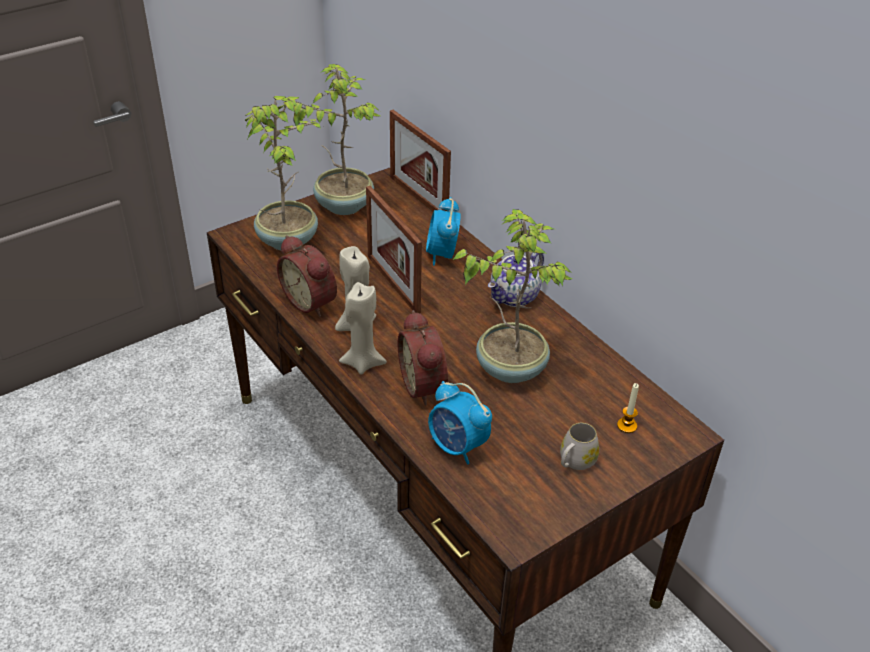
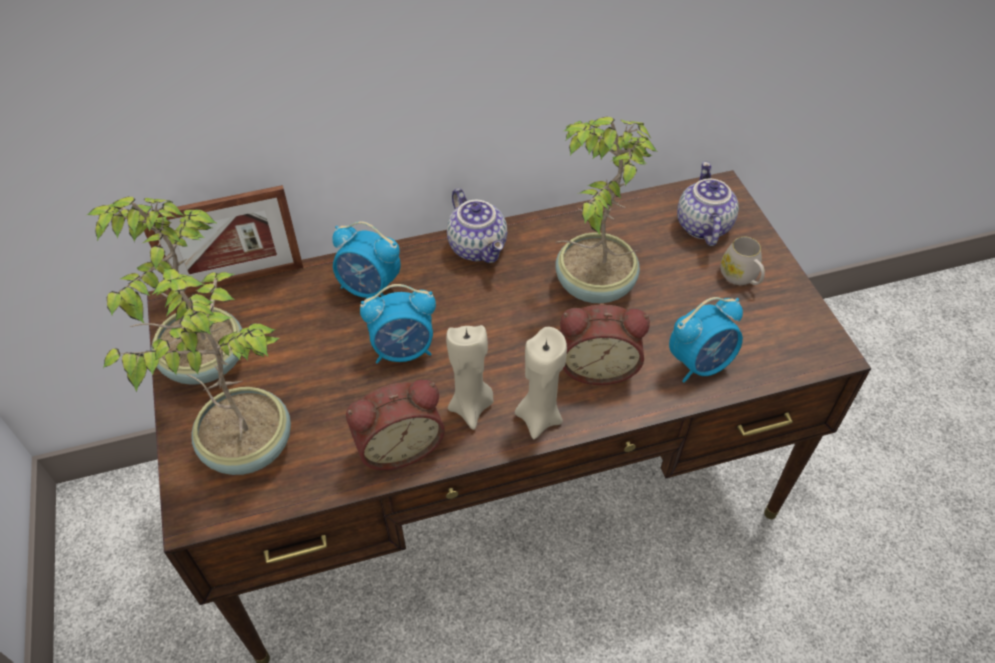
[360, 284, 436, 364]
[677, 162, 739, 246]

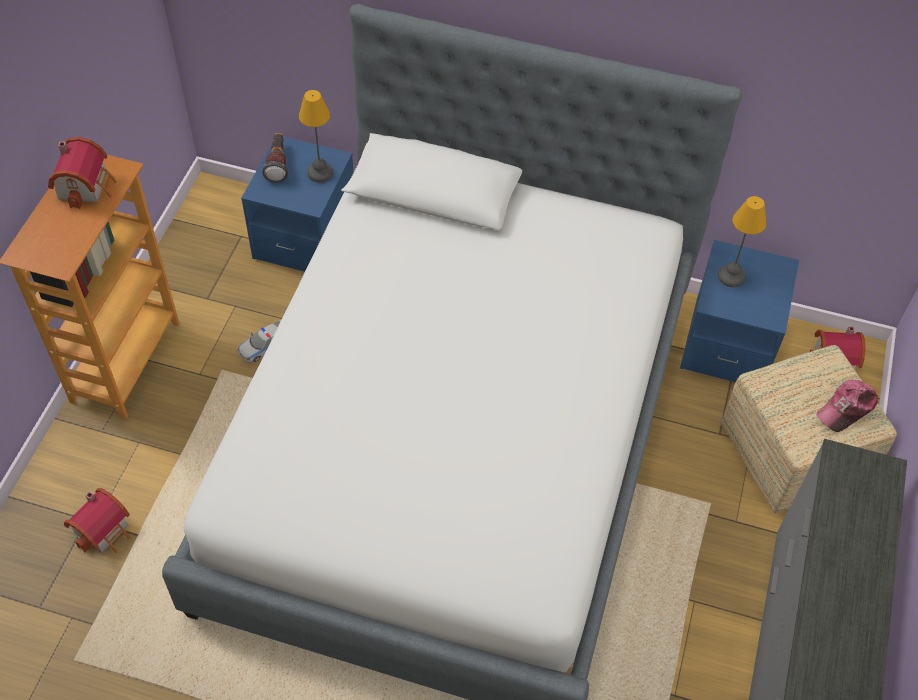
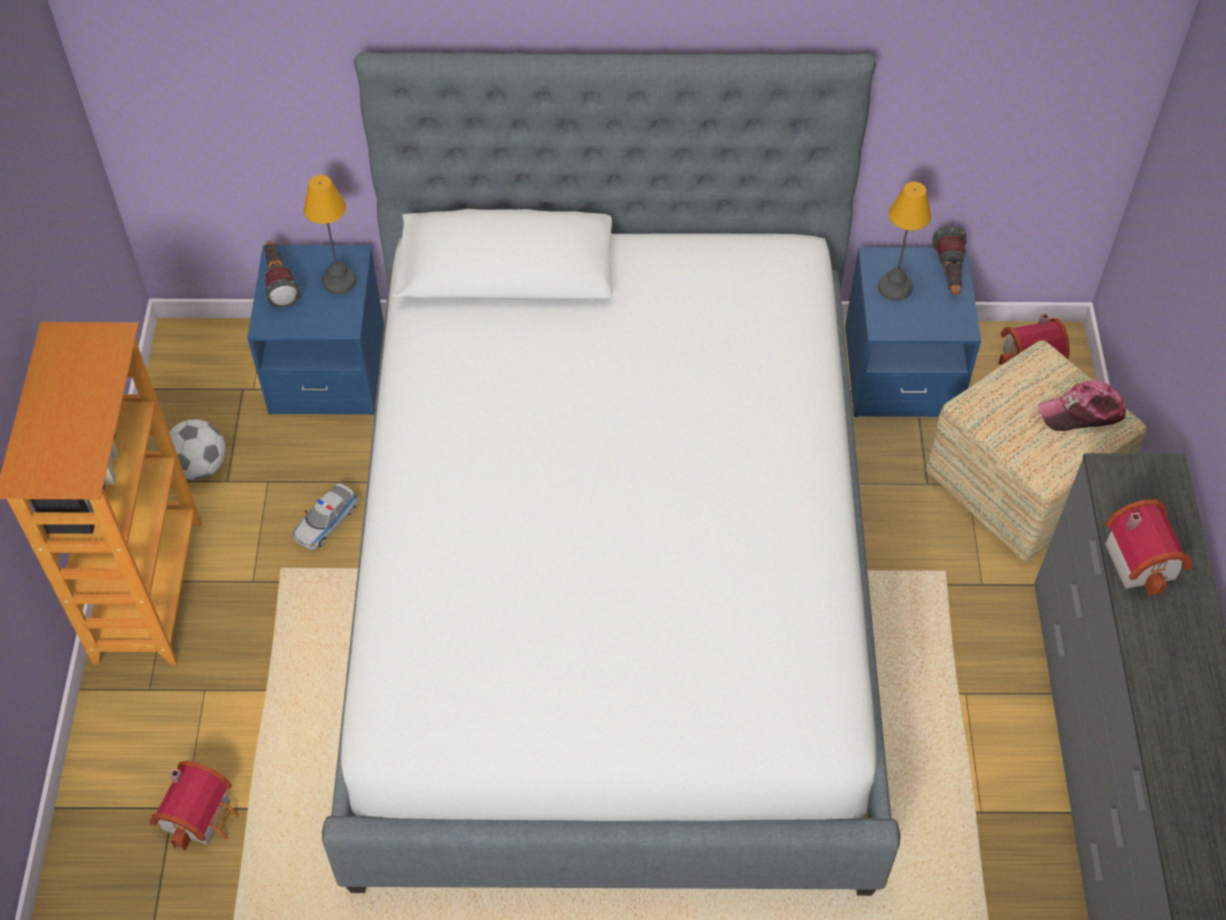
[169, 419, 226, 480]
[932, 226, 967, 295]
[1038, 380, 1126, 431]
[1105, 499, 1192, 597]

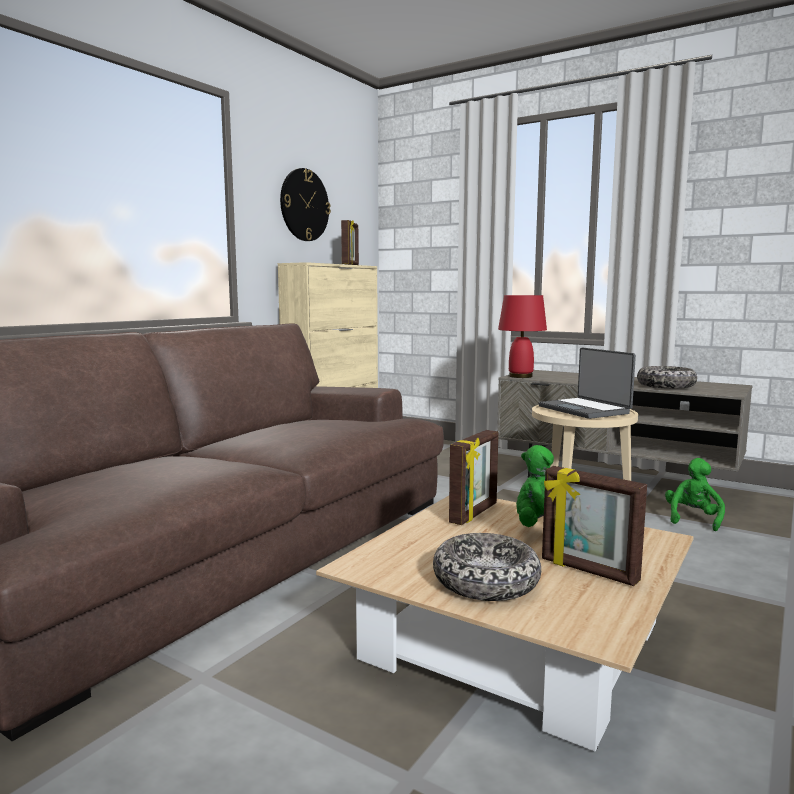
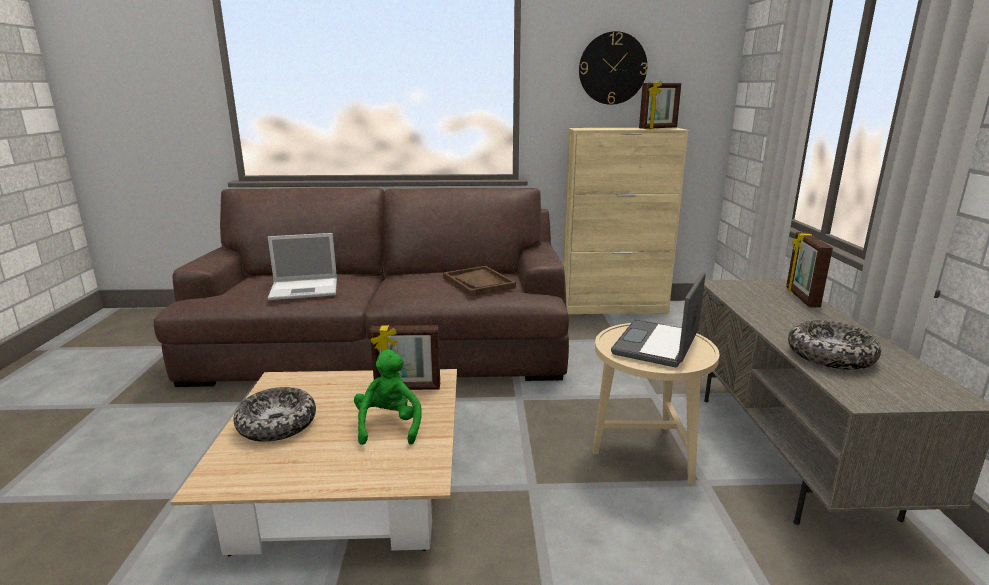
[268, 233, 337, 300]
[443, 266, 516, 297]
[786, 232, 833, 308]
[498, 295, 547, 378] (first image)
[665, 458, 725, 531] (first image)

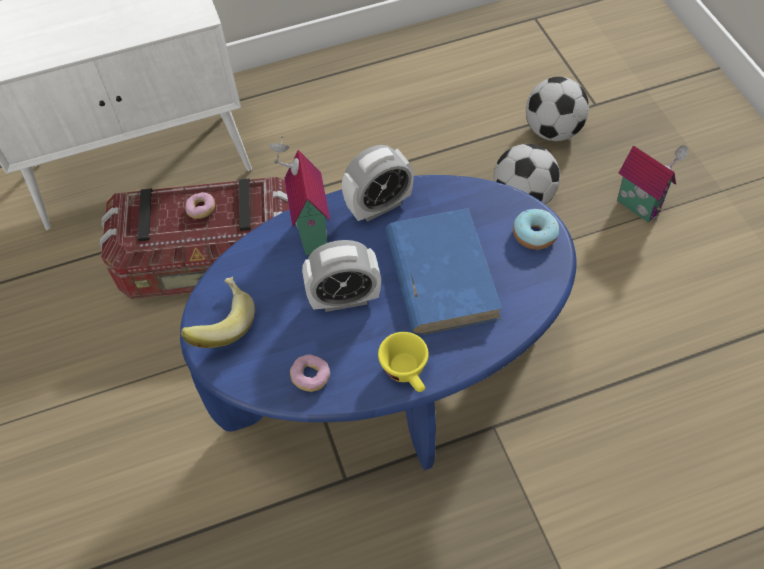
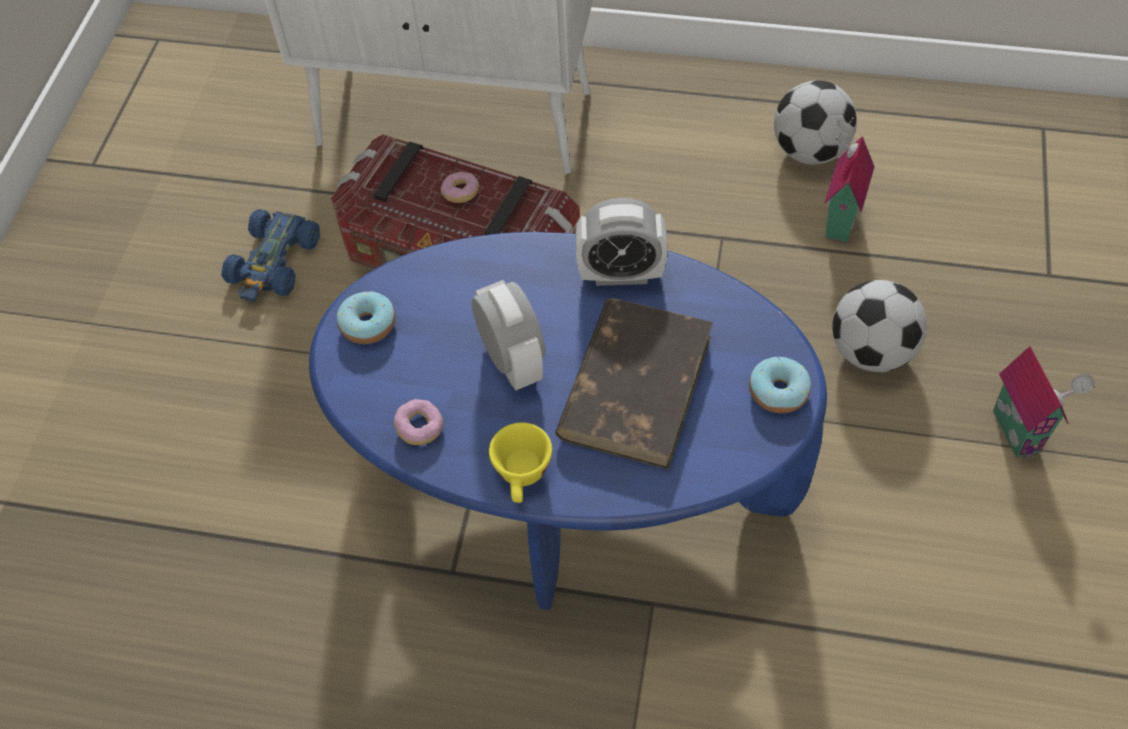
[221, 209, 320, 301]
[337, 291, 396, 344]
[472, 280, 545, 391]
[555, 298, 713, 470]
[774, 80, 857, 165]
[825, 117, 875, 243]

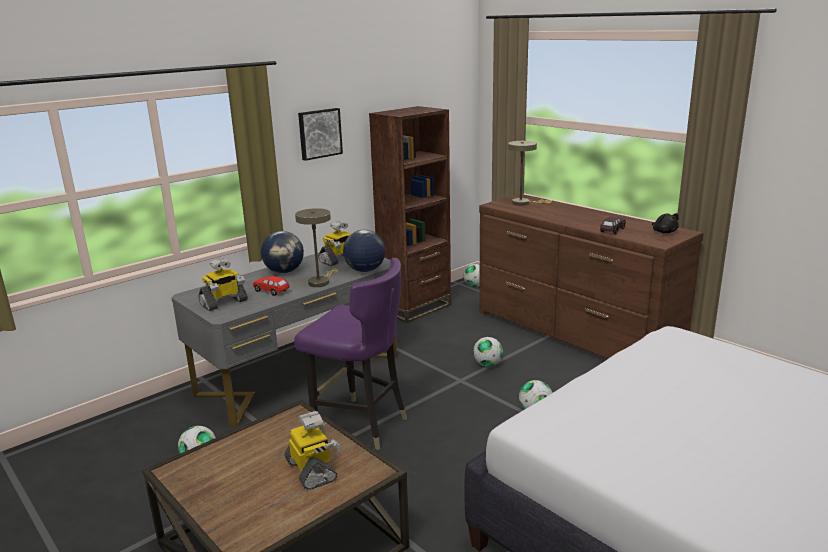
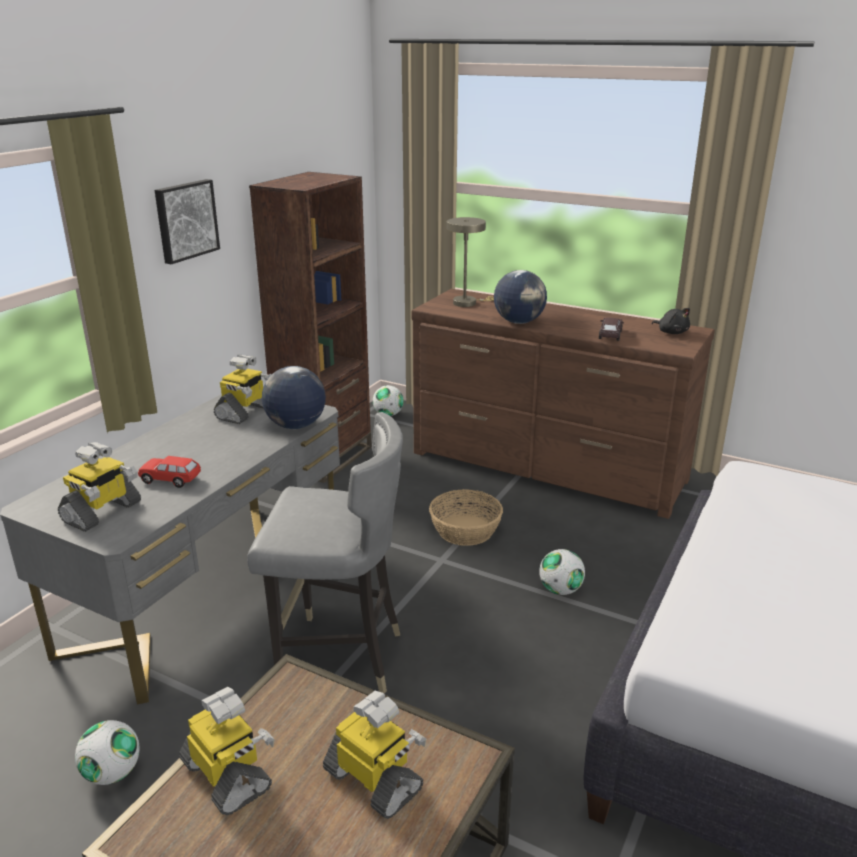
[179, 687, 274, 815]
[247, 412, 403, 694]
[429, 489, 503, 546]
[494, 270, 547, 324]
[295, 208, 338, 287] (first image)

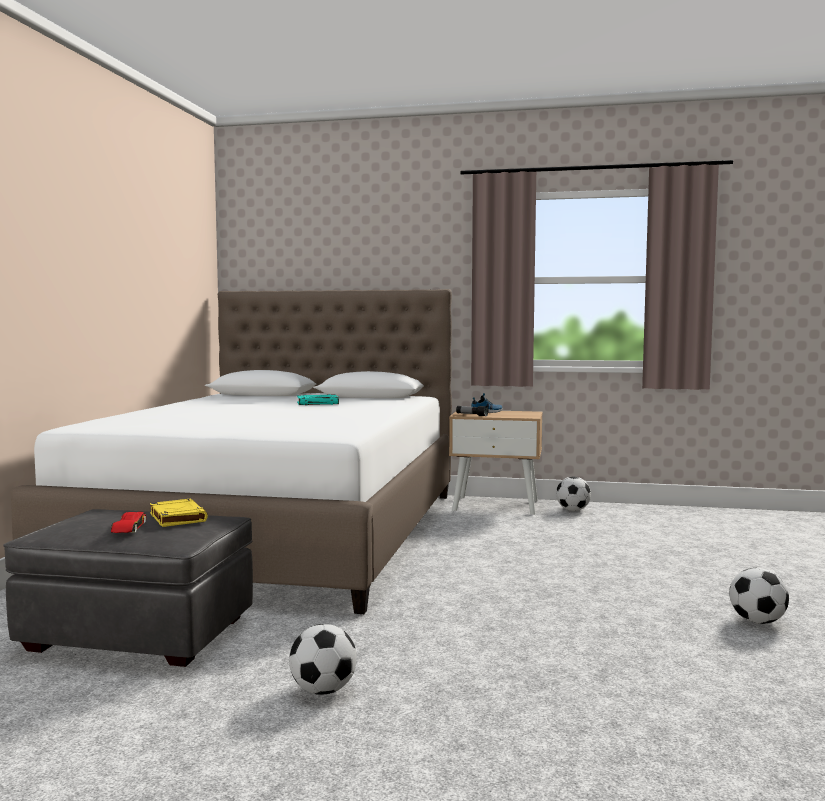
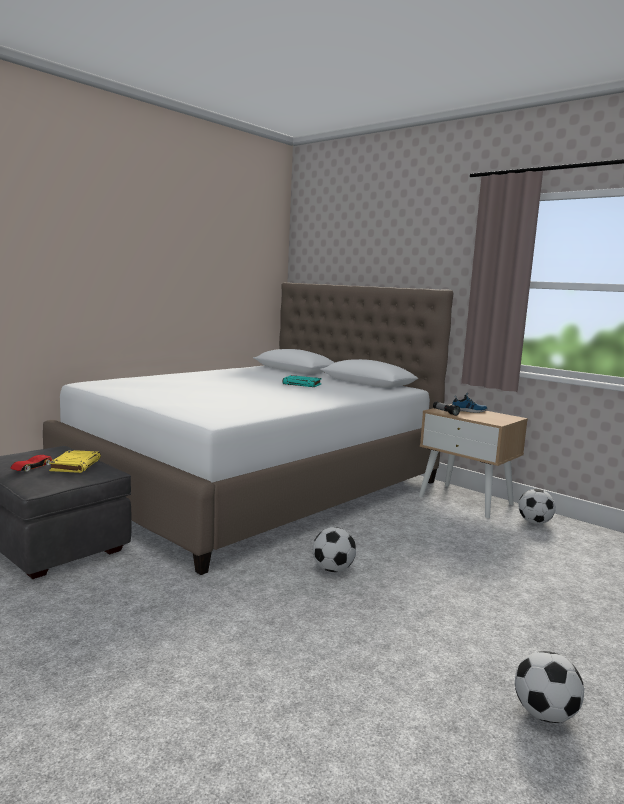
[313, 527, 356, 572]

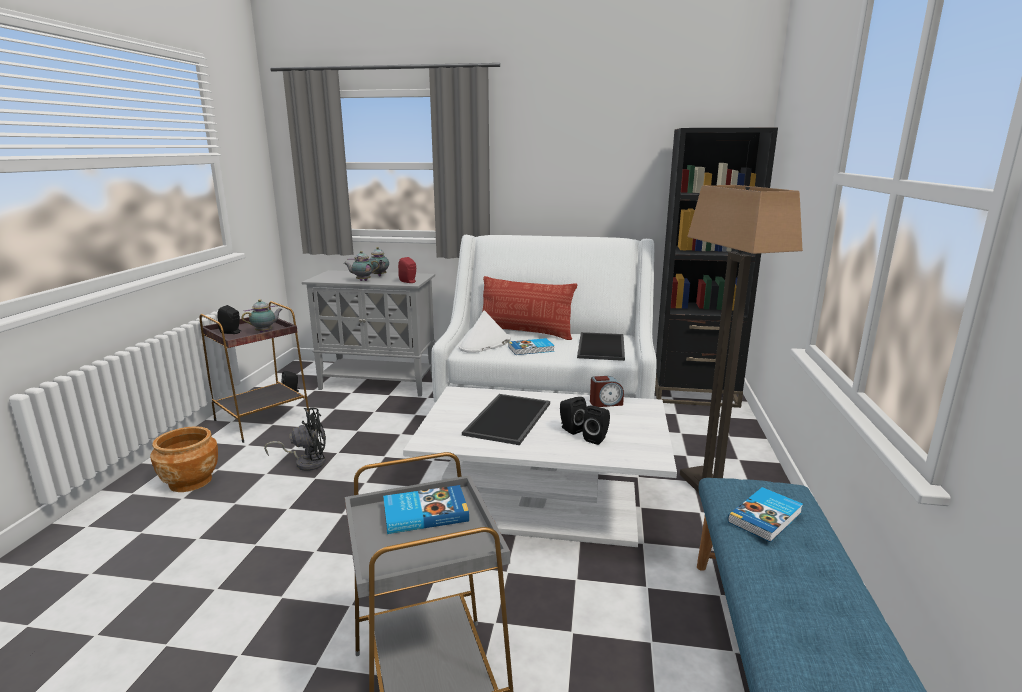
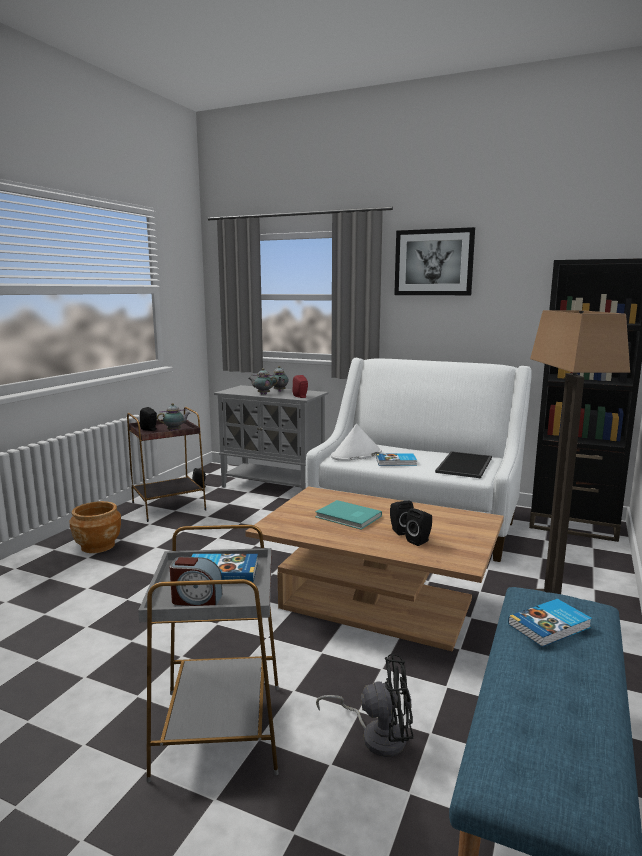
[170, 557, 222, 606]
[245, 487, 504, 651]
[315, 500, 382, 530]
[316, 654, 413, 757]
[394, 227, 475, 295]
[483, 276, 577, 340] (first image)

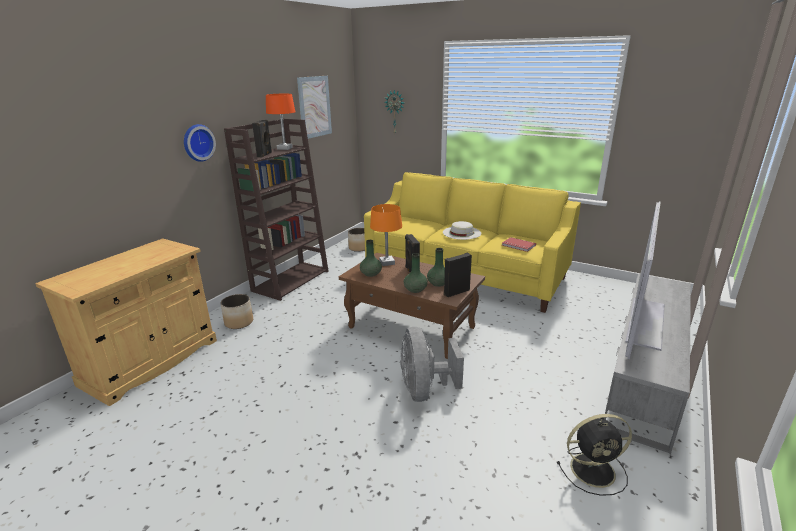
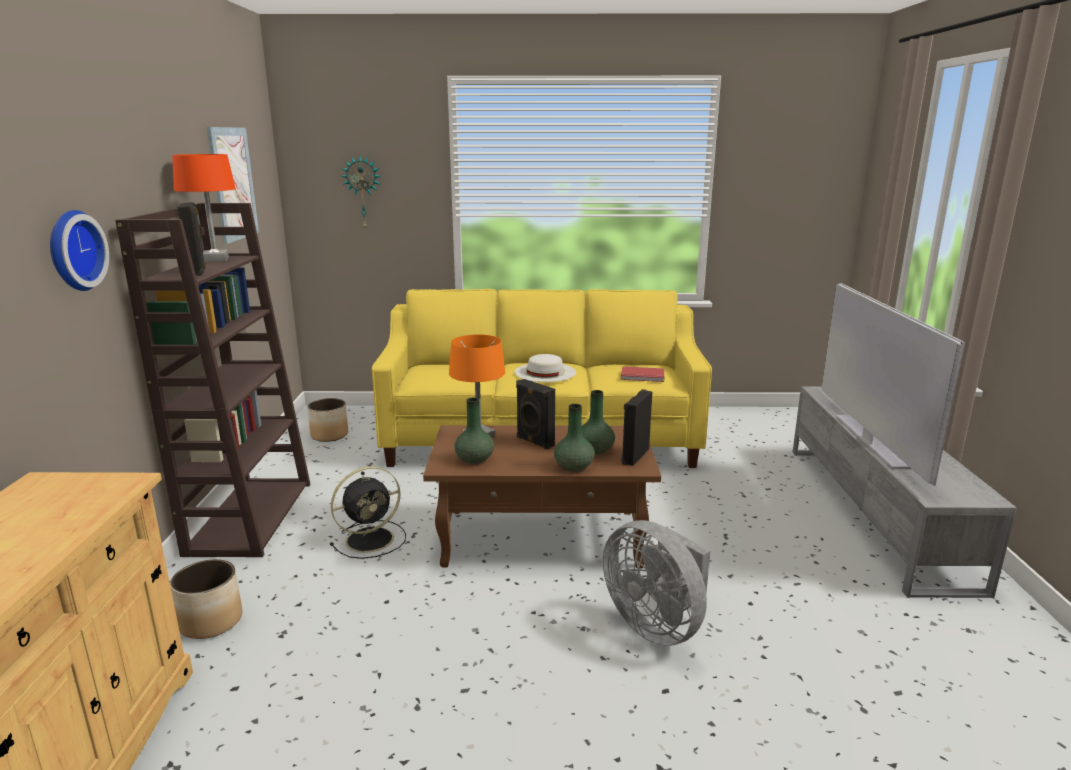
[330, 466, 406, 559]

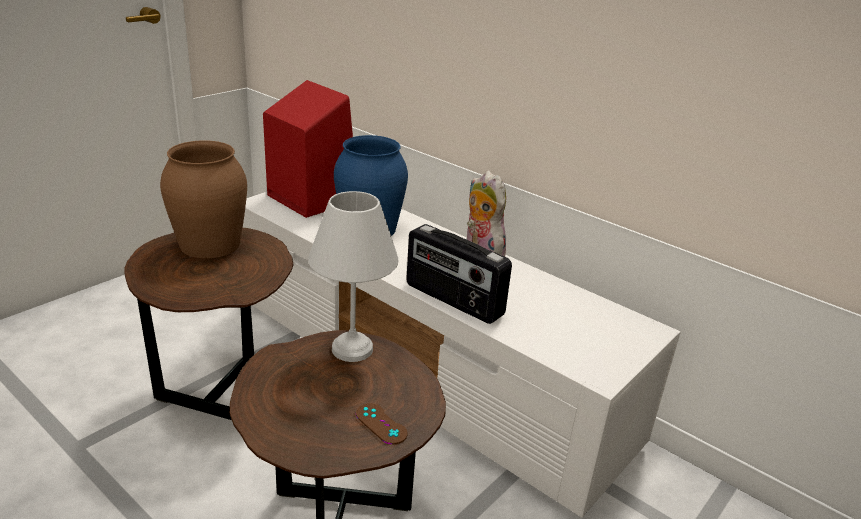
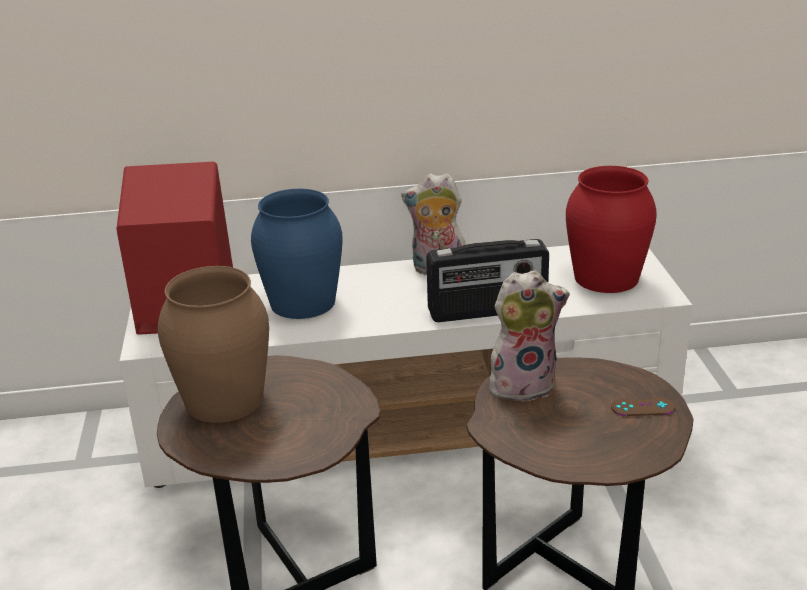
[490, 270, 570, 402]
[566, 166, 657, 293]

